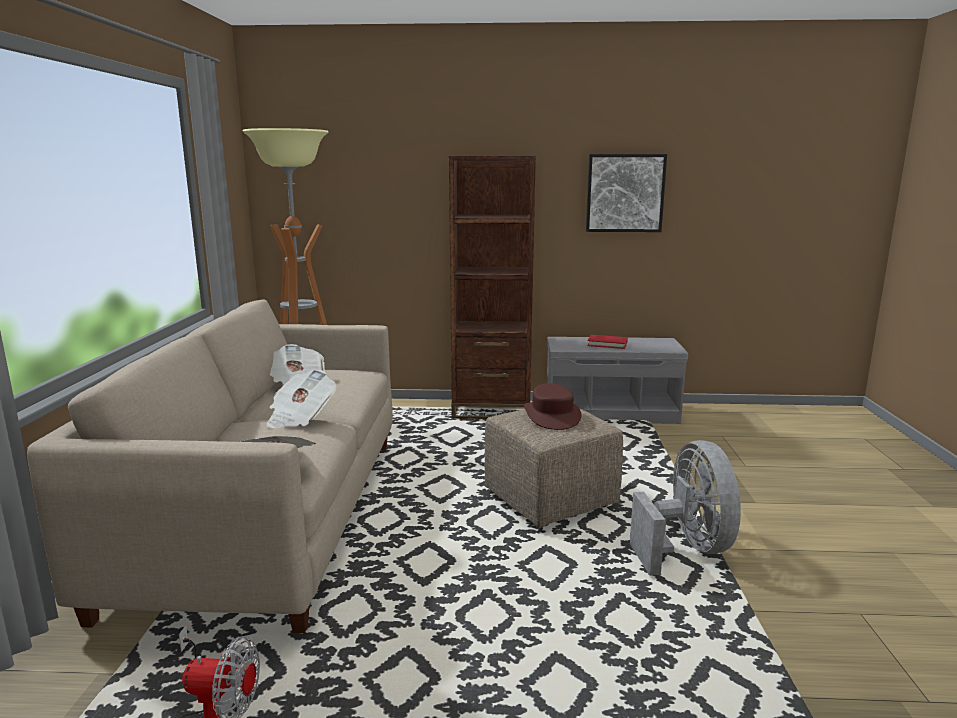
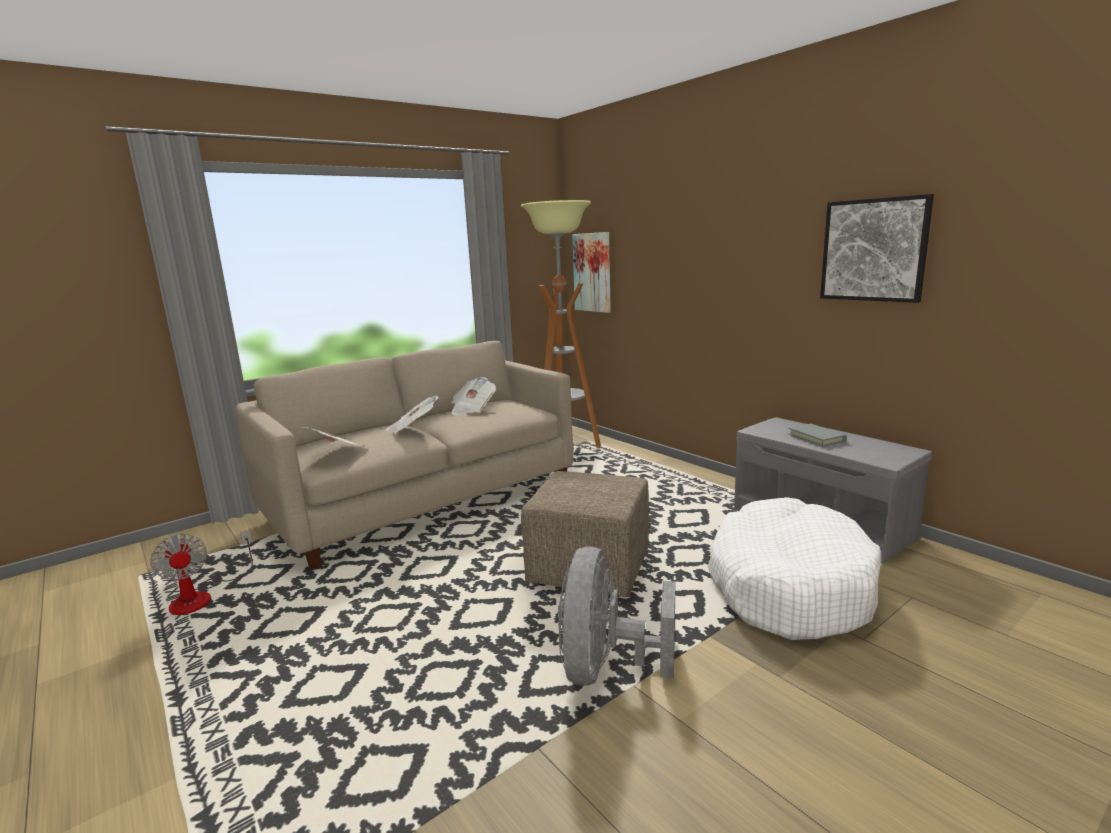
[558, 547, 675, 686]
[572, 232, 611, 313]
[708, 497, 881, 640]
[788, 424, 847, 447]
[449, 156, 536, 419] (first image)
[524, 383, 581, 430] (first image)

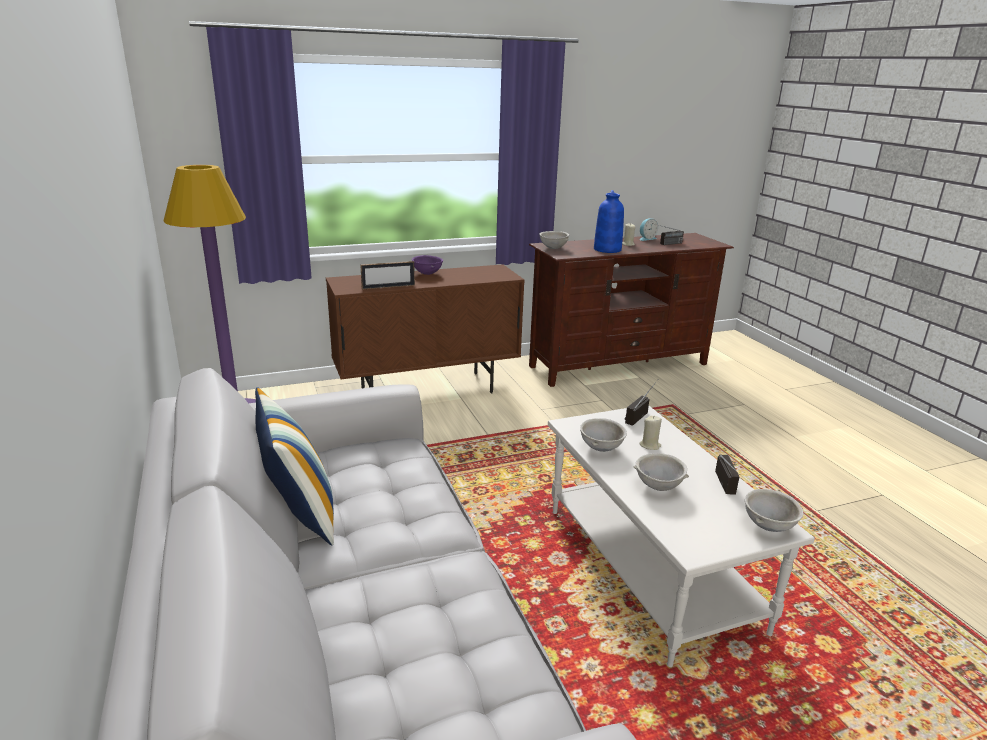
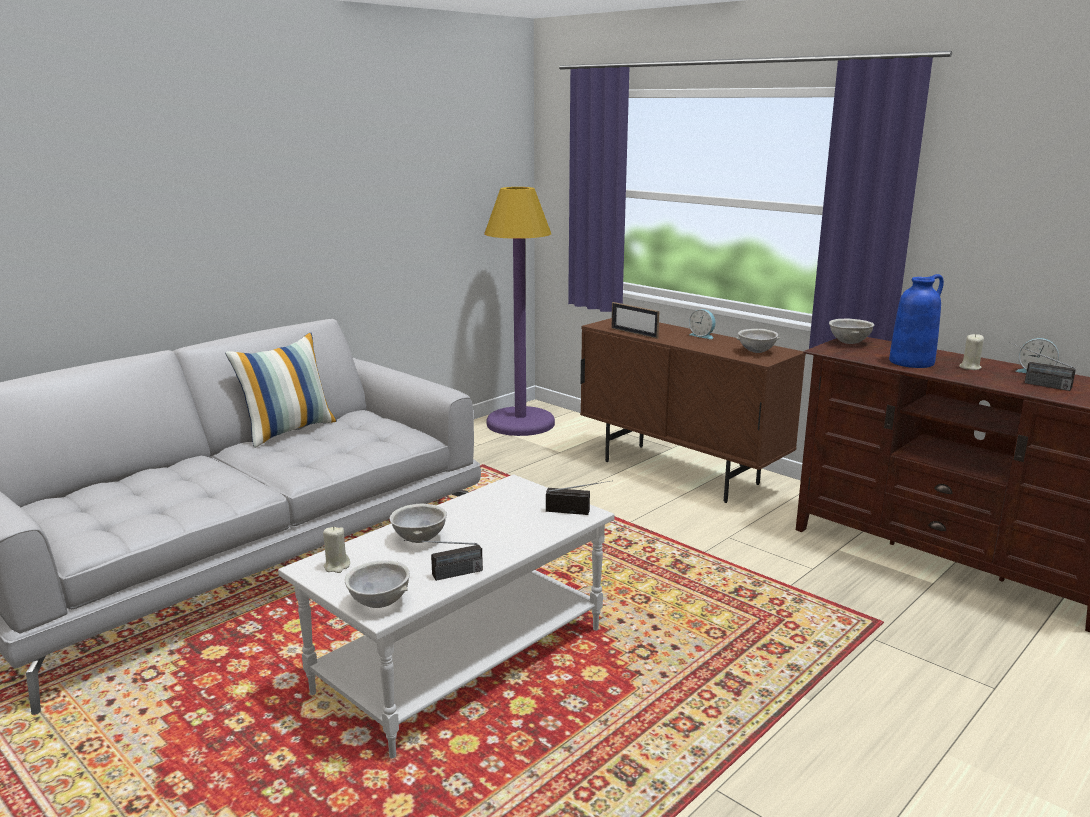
[323, 526, 350, 573]
[689, 309, 716, 339]
[737, 329, 780, 353]

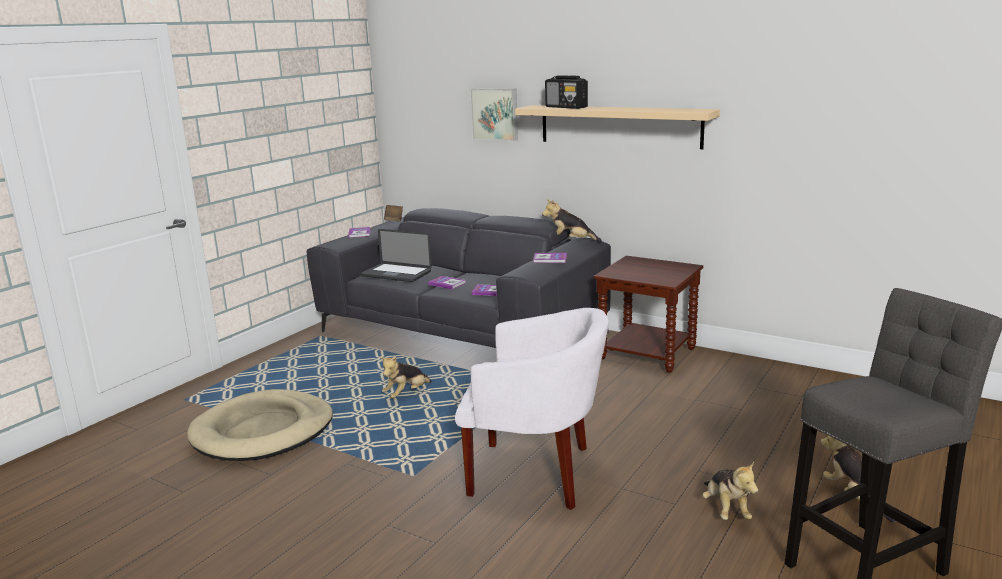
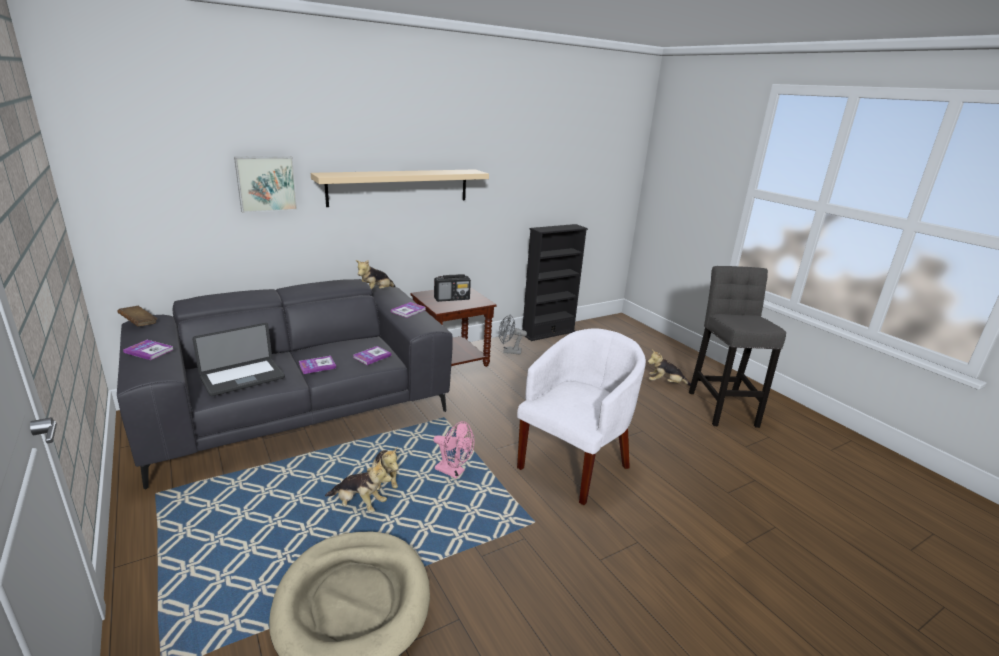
[325, 459, 392, 513]
[433, 421, 474, 478]
[434, 274, 471, 302]
[499, 314, 527, 354]
[522, 224, 588, 341]

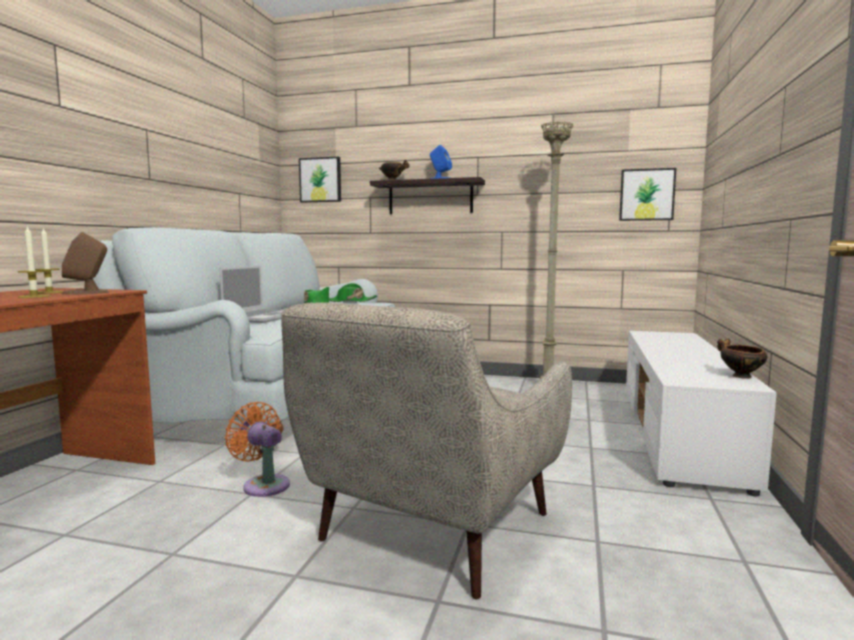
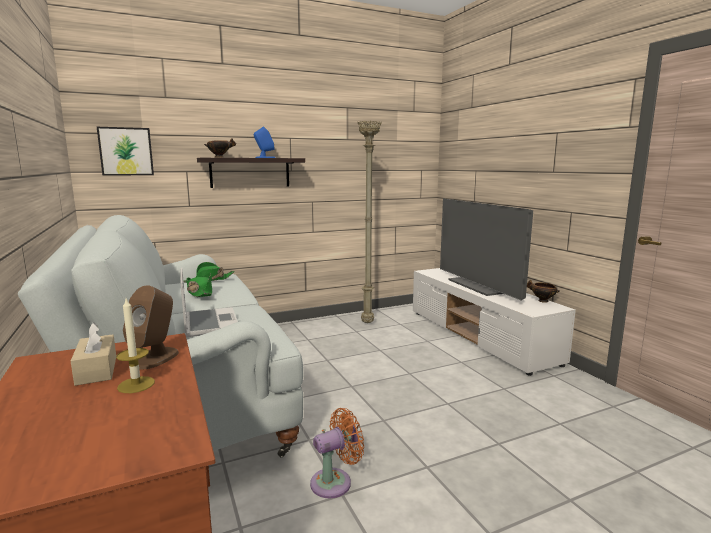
[71, 322, 116, 386]
[310, 408, 364, 498]
[440, 199, 533, 301]
[281, 303, 572, 599] (first image)
[619, 168, 676, 221] (first image)

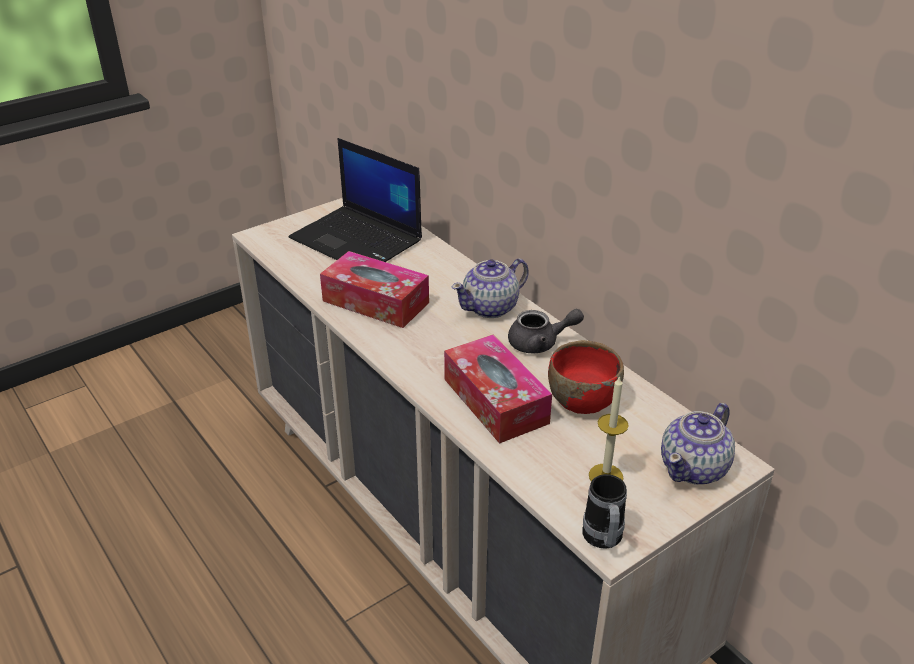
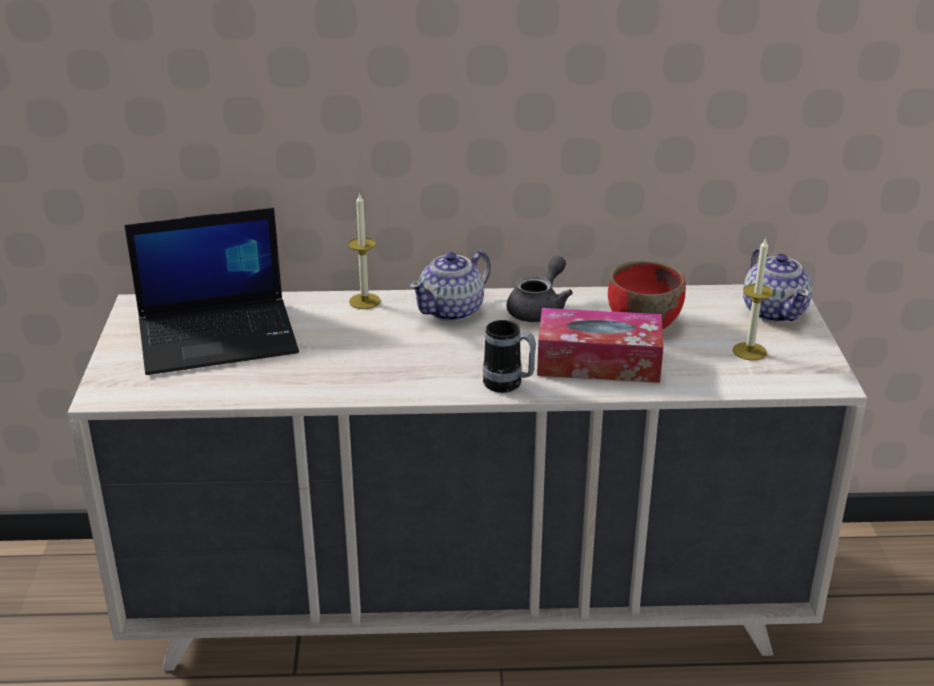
[348, 192, 381, 309]
[409, 251, 491, 322]
[483, 320, 536, 393]
[320, 251, 429, 328] (first image)

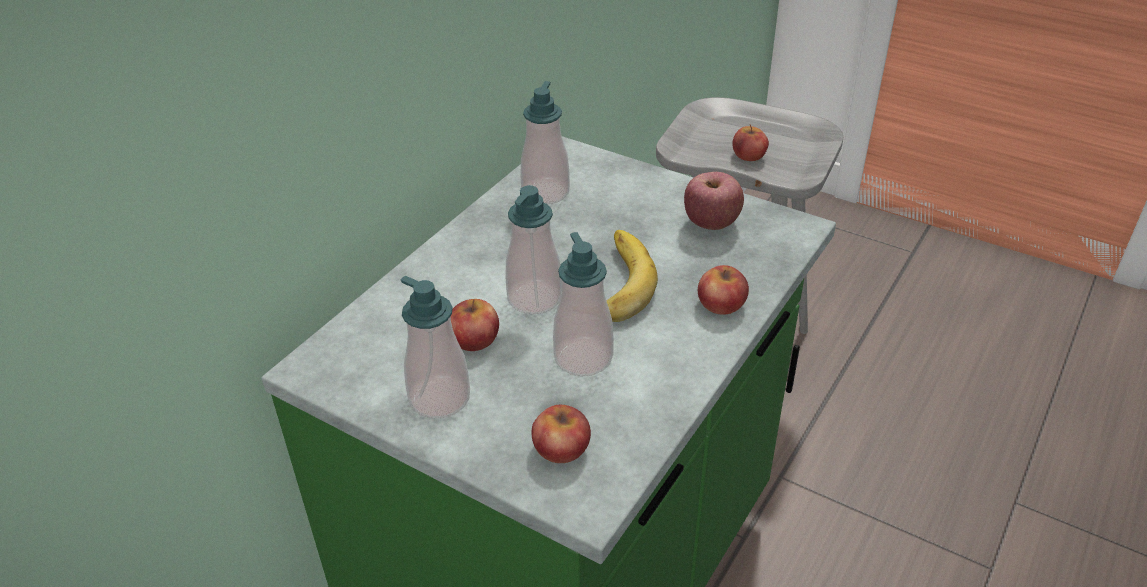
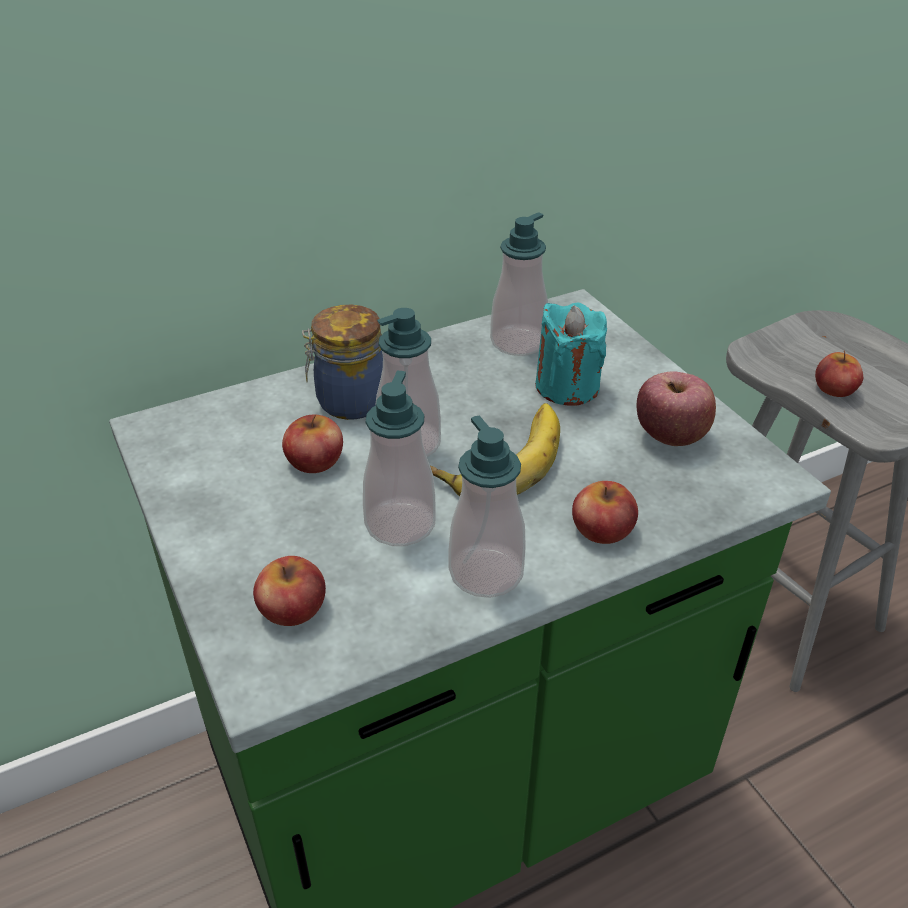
[302, 305, 383, 420]
[448, 415, 526, 598]
[535, 303, 607, 406]

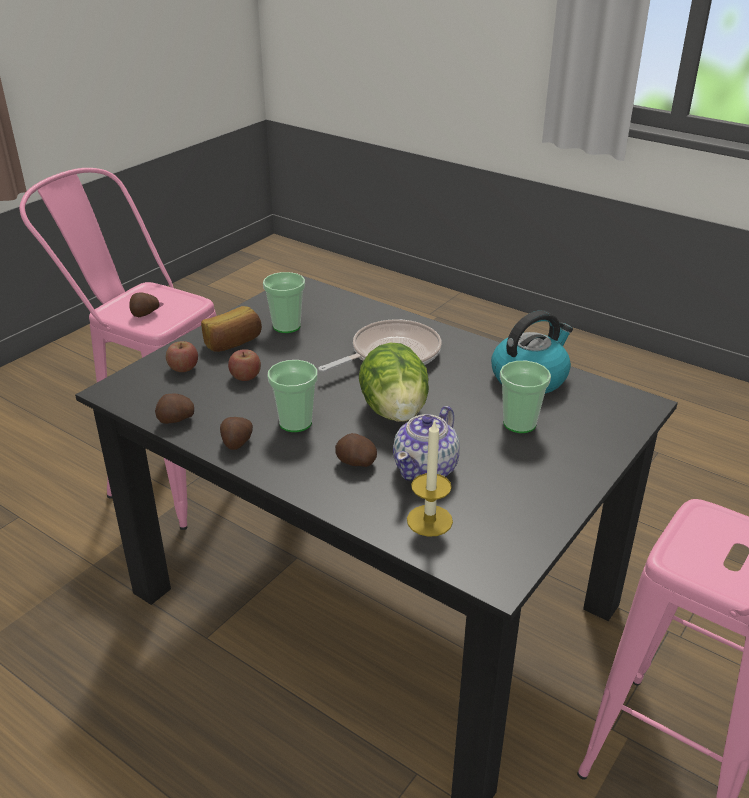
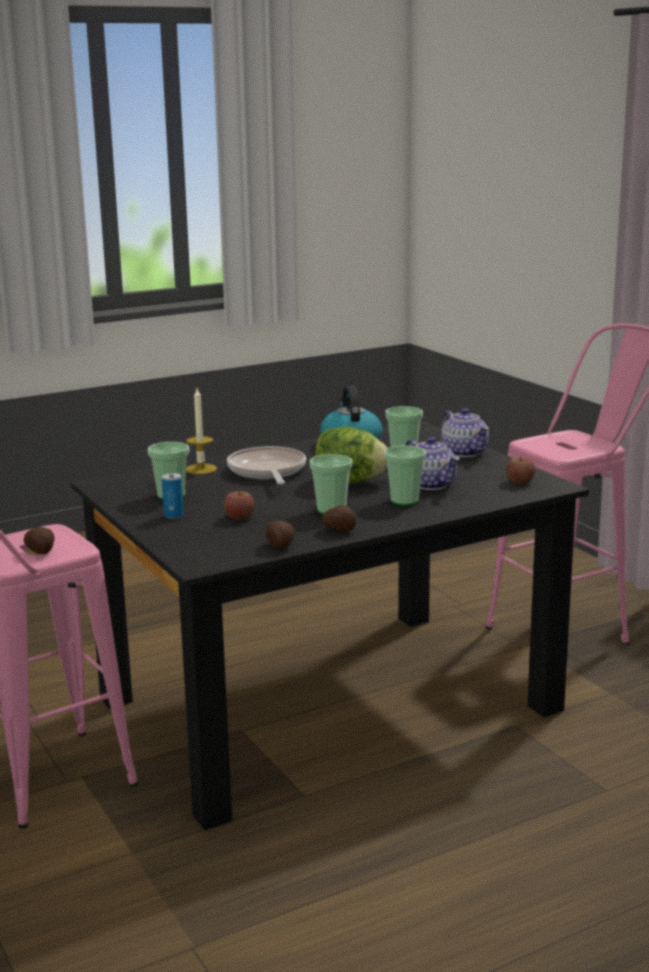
[162, 473, 184, 519]
[186, 388, 217, 474]
[384, 446, 426, 505]
[441, 408, 489, 457]
[506, 457, 535, 484]

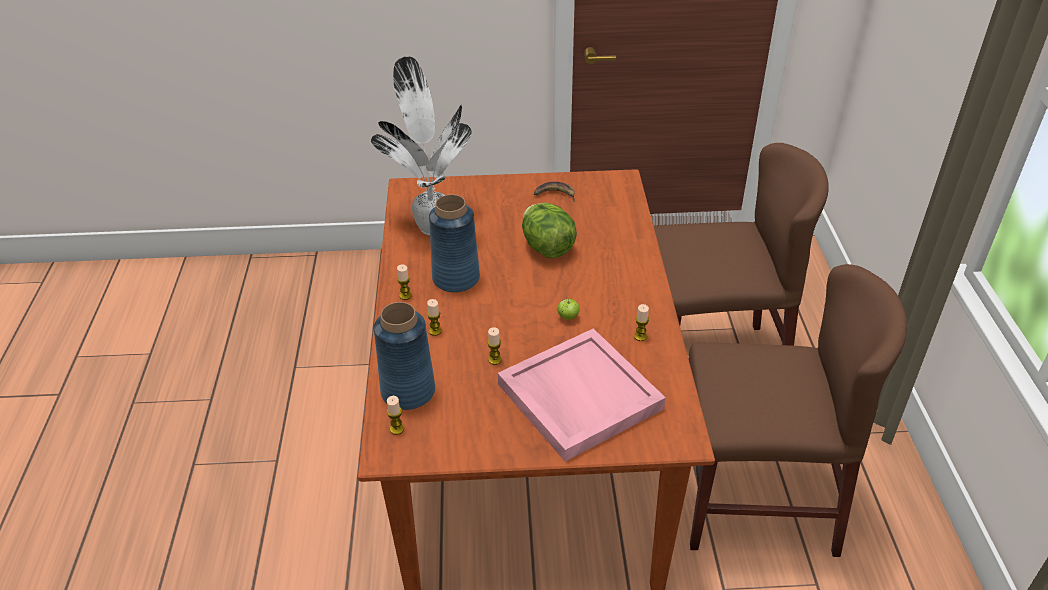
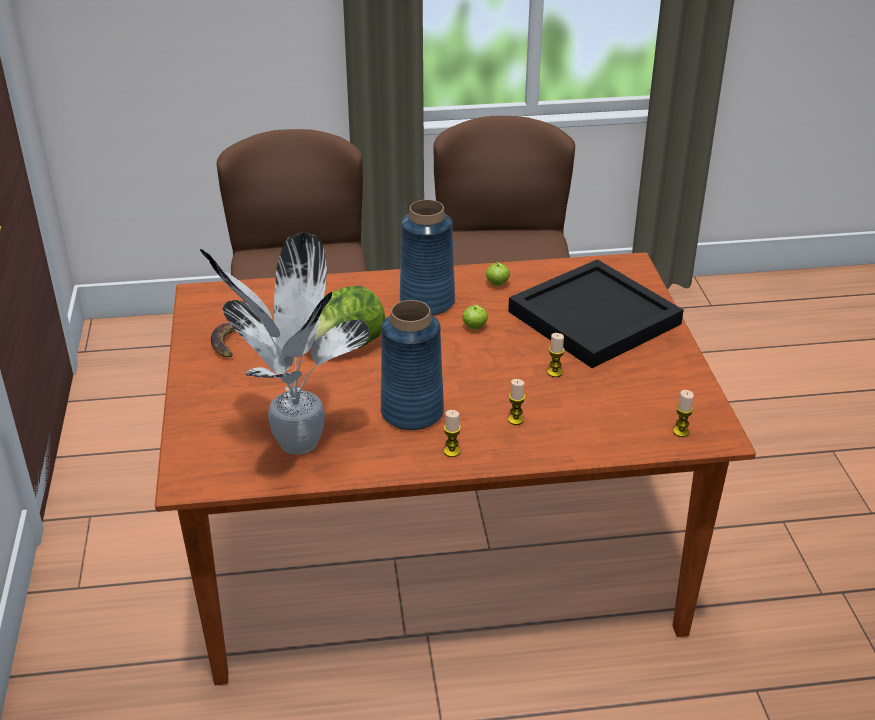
[400, 200, 455, 316]
[486, 262, 510, 286]
[508, 259, 684, 368]

